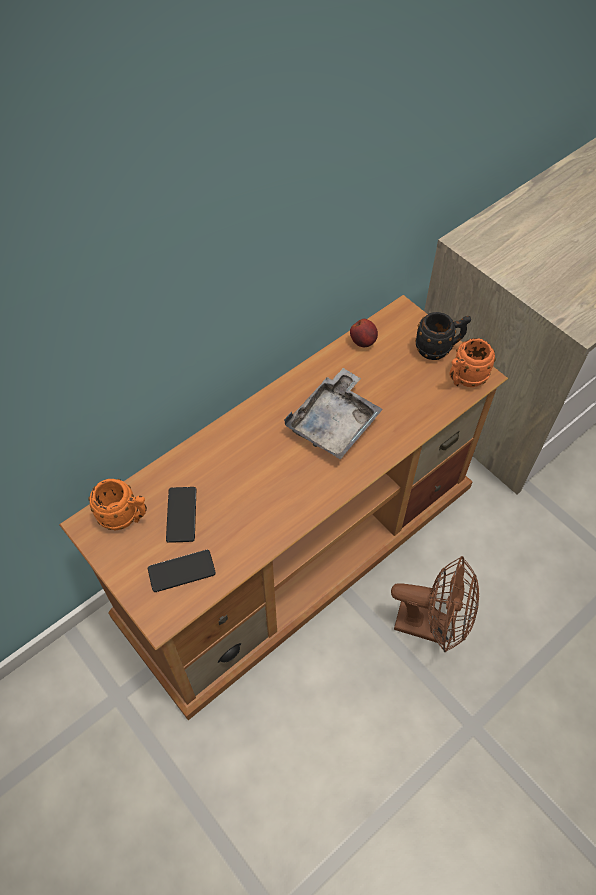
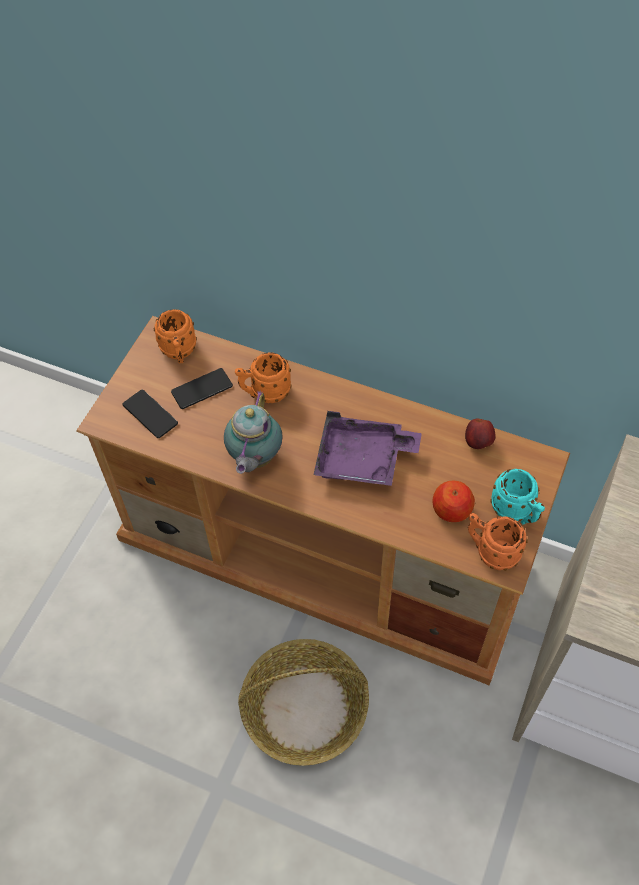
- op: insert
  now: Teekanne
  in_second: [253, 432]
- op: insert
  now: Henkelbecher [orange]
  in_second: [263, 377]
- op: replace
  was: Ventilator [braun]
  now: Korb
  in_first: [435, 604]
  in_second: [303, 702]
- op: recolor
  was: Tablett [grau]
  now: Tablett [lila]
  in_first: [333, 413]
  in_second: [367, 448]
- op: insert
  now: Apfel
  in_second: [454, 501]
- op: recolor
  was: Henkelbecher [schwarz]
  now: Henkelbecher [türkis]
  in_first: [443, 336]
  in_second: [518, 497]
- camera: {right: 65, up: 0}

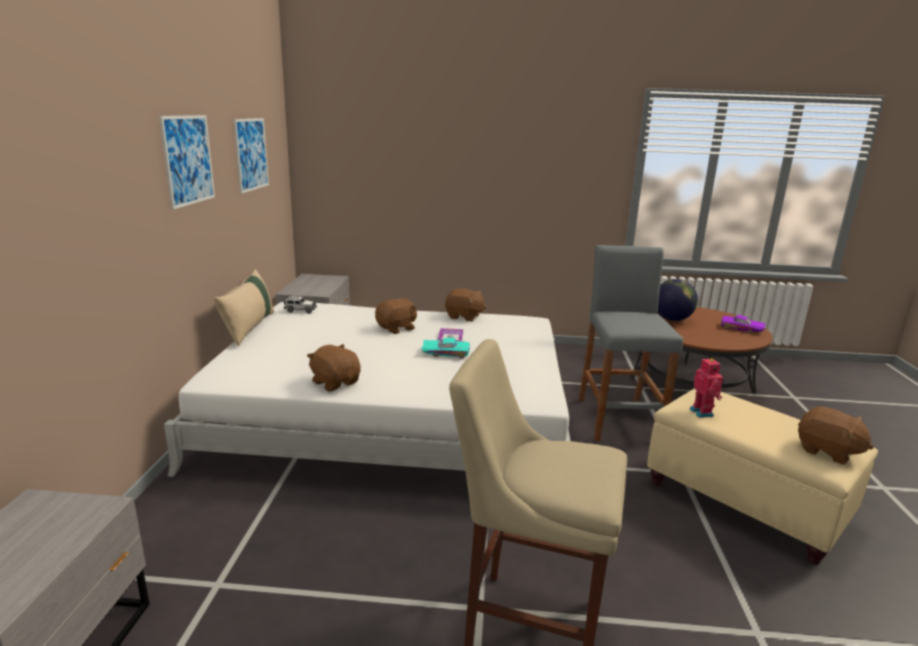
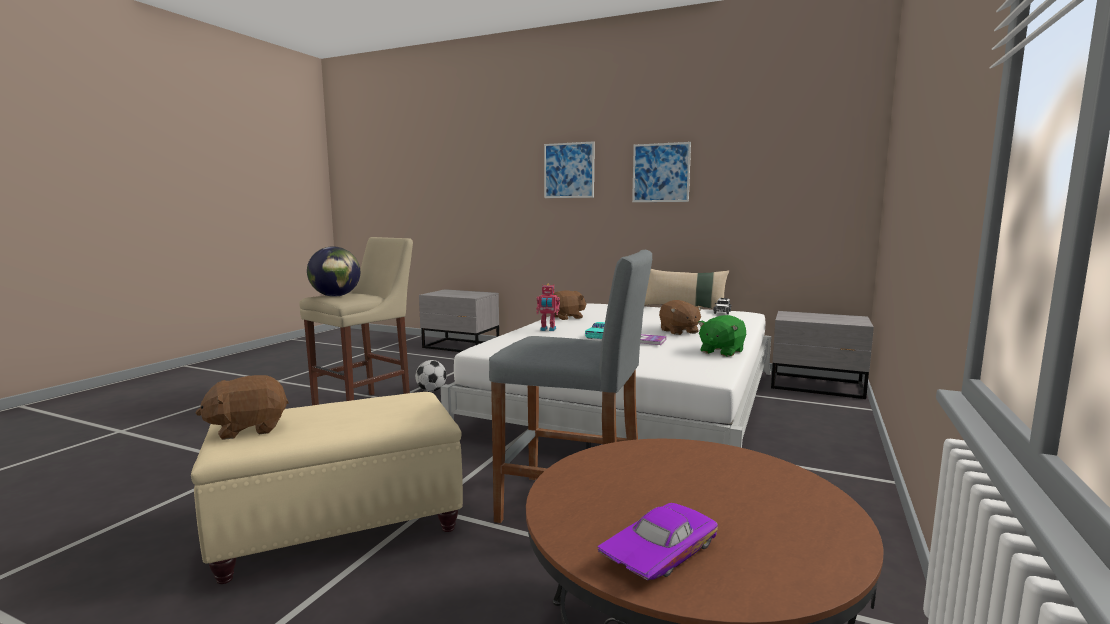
- op: move
  was: Globus
  in_first: [678, 300]
  in_second: [333, 271]
- op: insert
  now: Fußball
  in_second: [431, 375]
- op: move
  was: Spielzeugroboter
  in_first: [707, 387]
  in_second: [548, 307]
- op: move
  was: Bild
  in_first: [251, 156]
  in_second: [569, 169]
- op: recolor
  was: Plüschtier [braun]
  now: Plüschtier [grün]
  in_first: [465, 304]
  in_second: [722, 336]
- camera: {right: 110, up: -10}

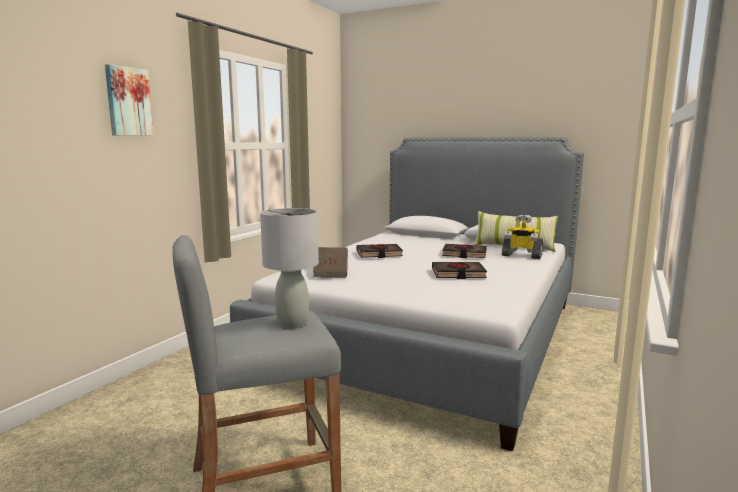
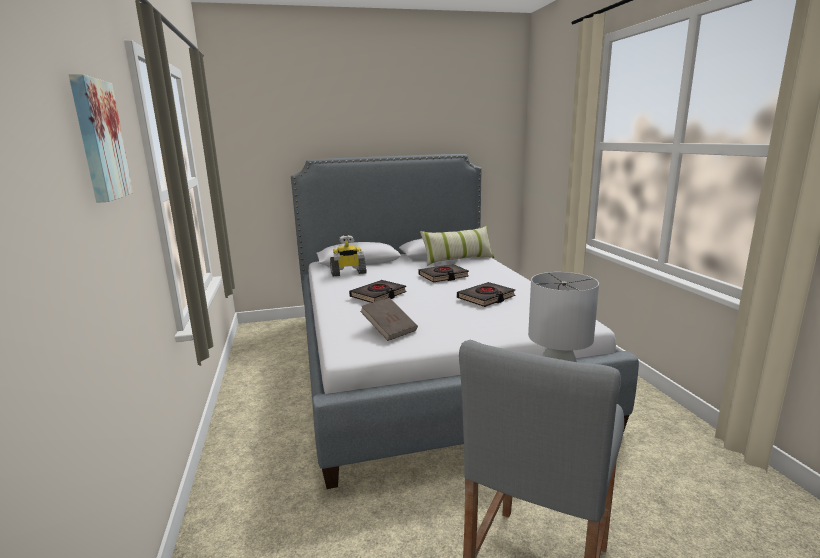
- op: move
  was: Spielzeugroboter
  in_first: [522, 237]
  in_second: [348, 255]
- camera: {right: -40, up: 5}

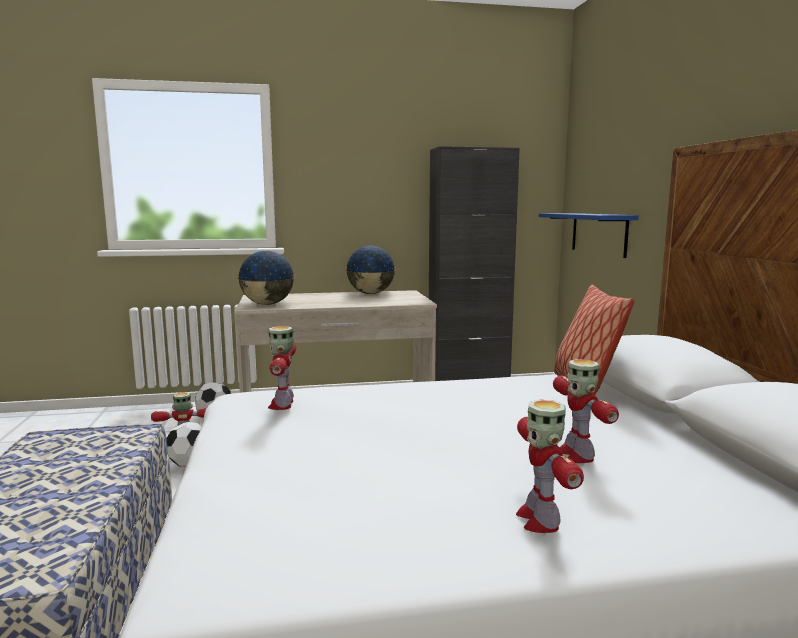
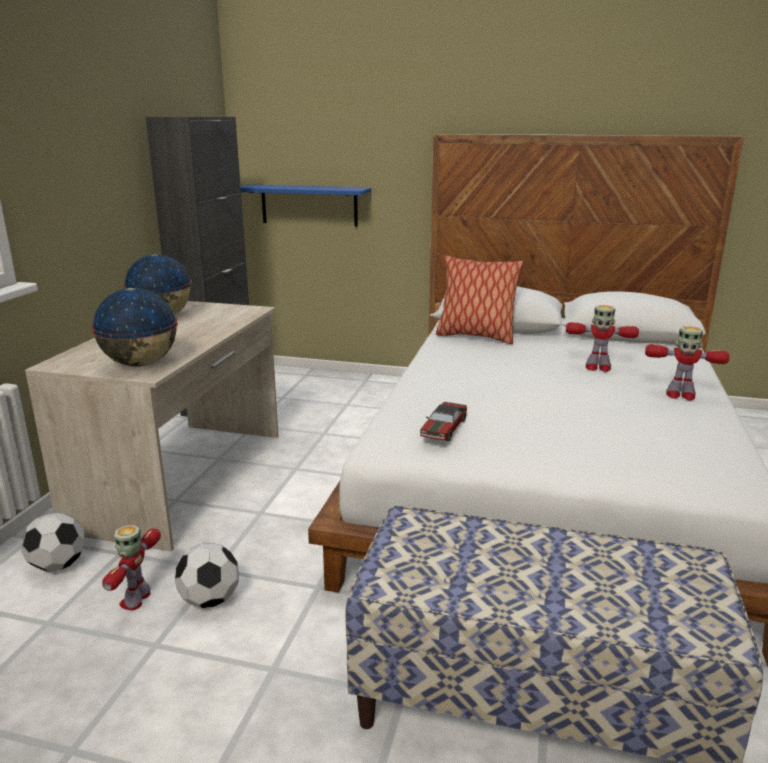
- op: replace
  was: Spielzeugroboter
  now: Spielzeugauto
  in_first: [282, 368]
  in_second: [443, 421]
- camera: {right: -65, up: 10}

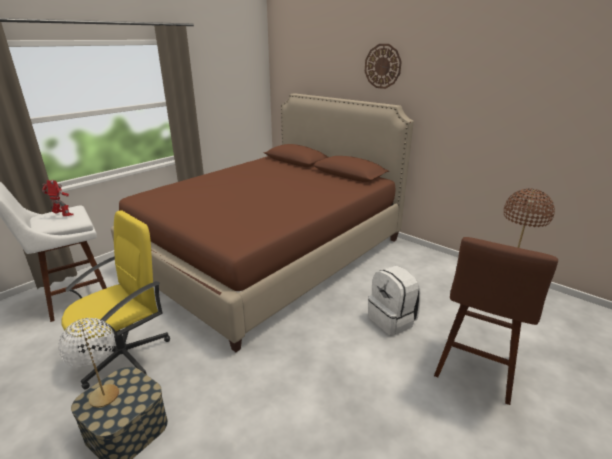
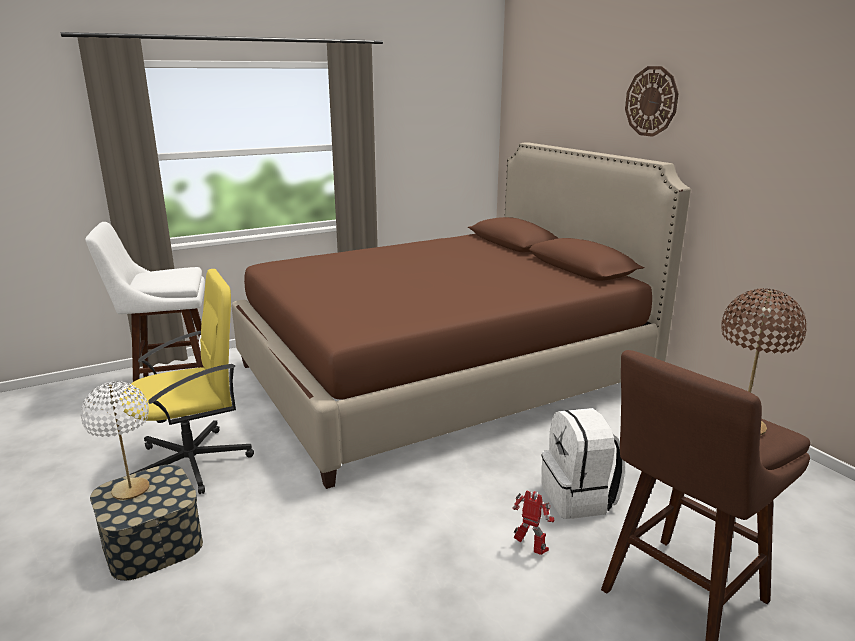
- op: move
  was: Spielzeugroboter
  in_first: [57, 198]
  in_second: [533, 523]
- camera: {right: 20, up: -5}

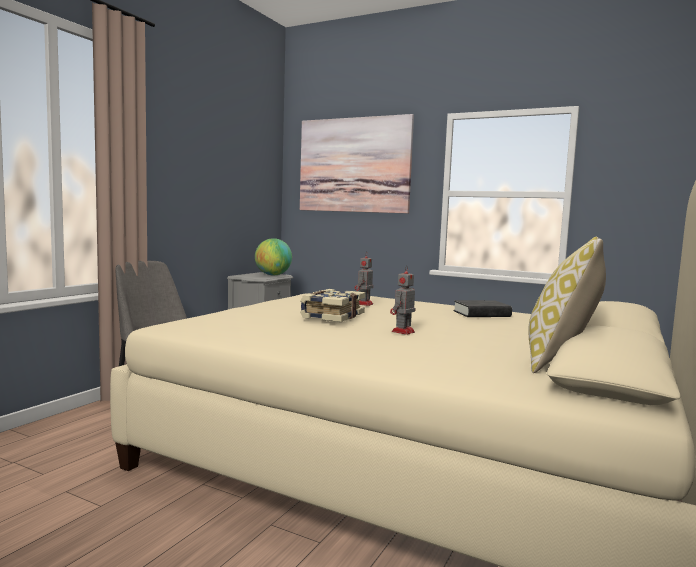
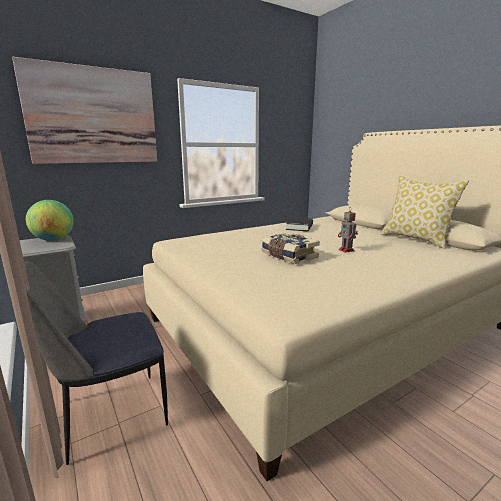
- op: delete
  was: Spielzeugroboter
  in_first: [364, 278]
- camera: {right: -60, up: 10}

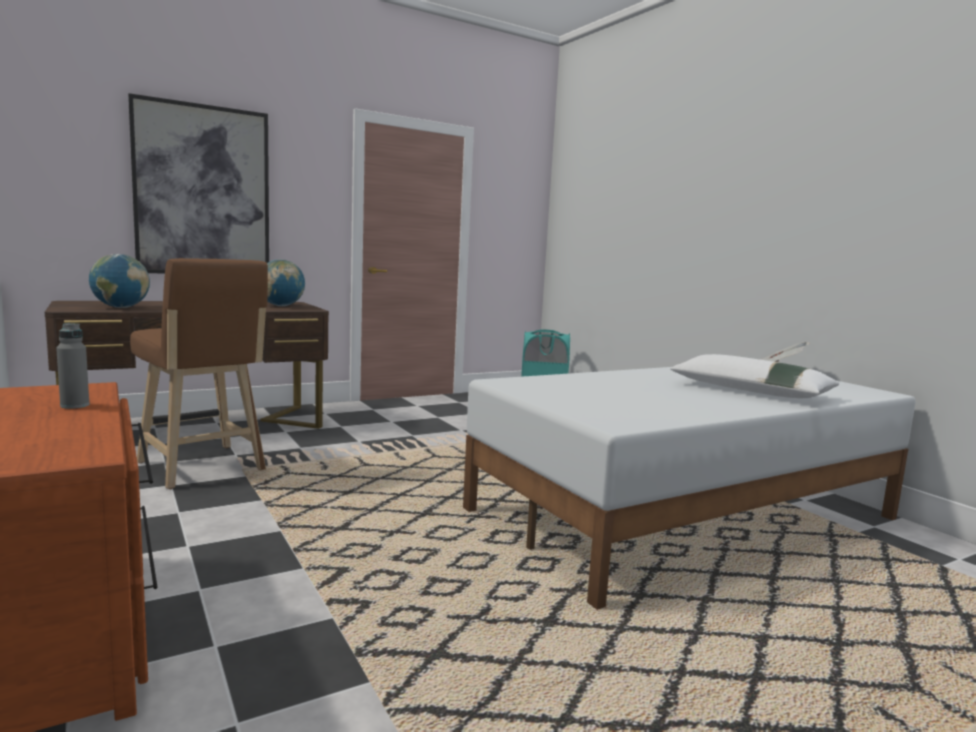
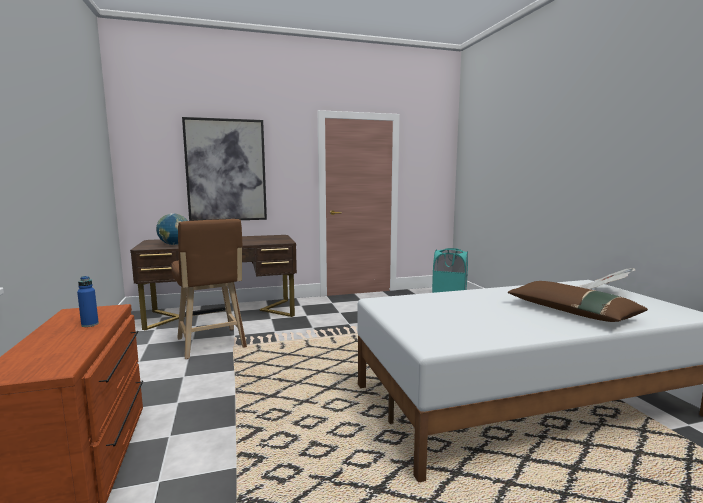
- op: recolor
  was: Flasche [grau]
  now: Flasche [blau]
  in_first: [72, 366]
  in_second: [88, 301]
- op: recolor
  was: Kissen [weiß]
  now: Kissen [braun]
  in_first: [754, 376]
  in_second: [578, 301]
- op: delete
  was: Globus
  in_first: [286, 282]
- camera: {right: 15, up: 0}

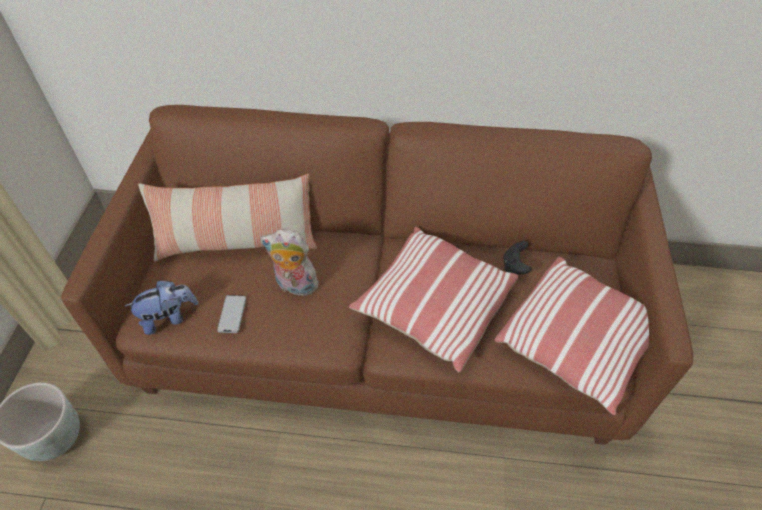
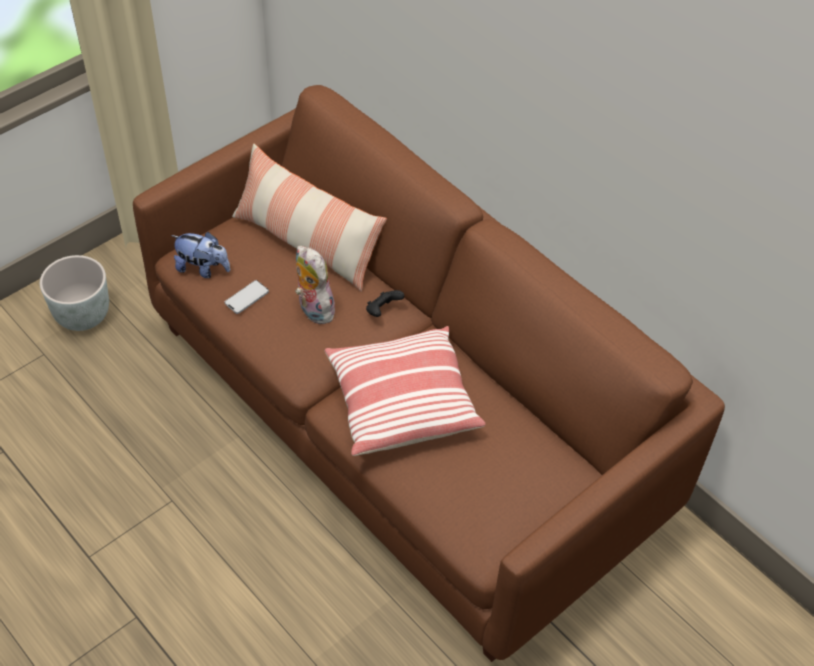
- op: move
  was: Gamepad [schwarz]
  in_first: [517, 258]
  in_second: [385, 303]
- op: delete
  was: Kissen
  in_first: [572, 336]
- camera: {right: 40, up: 0}

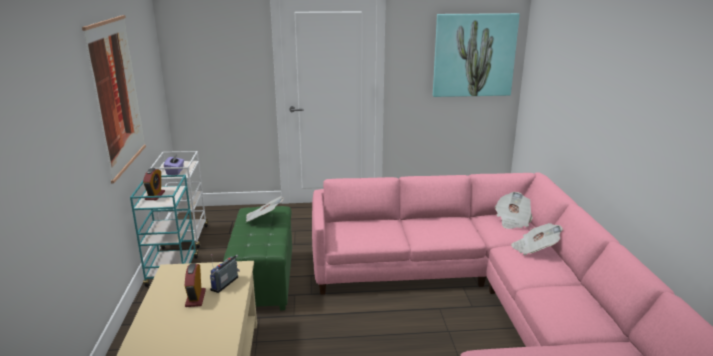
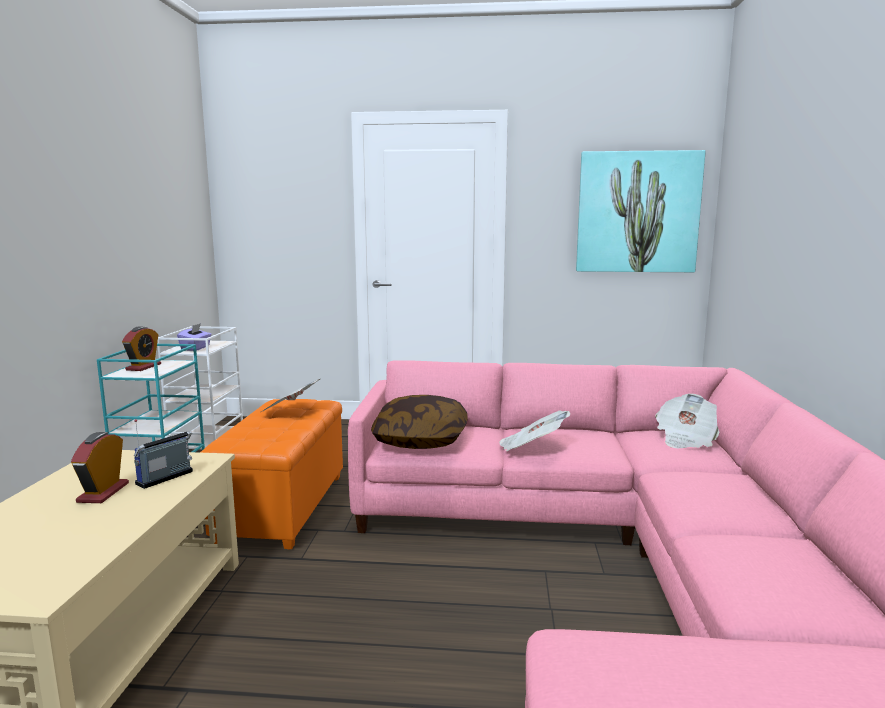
- op: recolor
  was: Polsterhocker [grün]
  now: Polsterhocker [orange]
  in_first: [257, 258]
  in_second: [271, 474]
- op: insert
  now: Kissen
  in_second: [419, 422]
- op: move
  was: Zeitung
  in_first: [537, 239]
  in_second: [534, 430]
- op: delete
  was: Bild
  in_first: [114, 99]
- camera: {right: 10, up: -10}

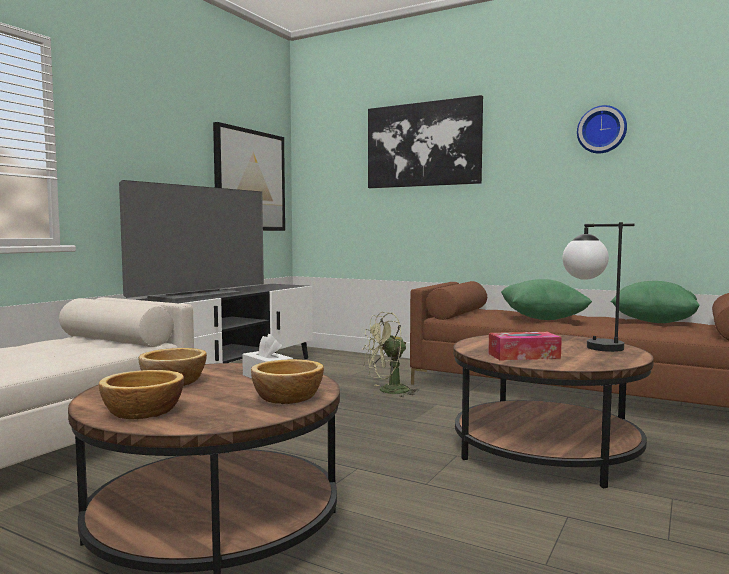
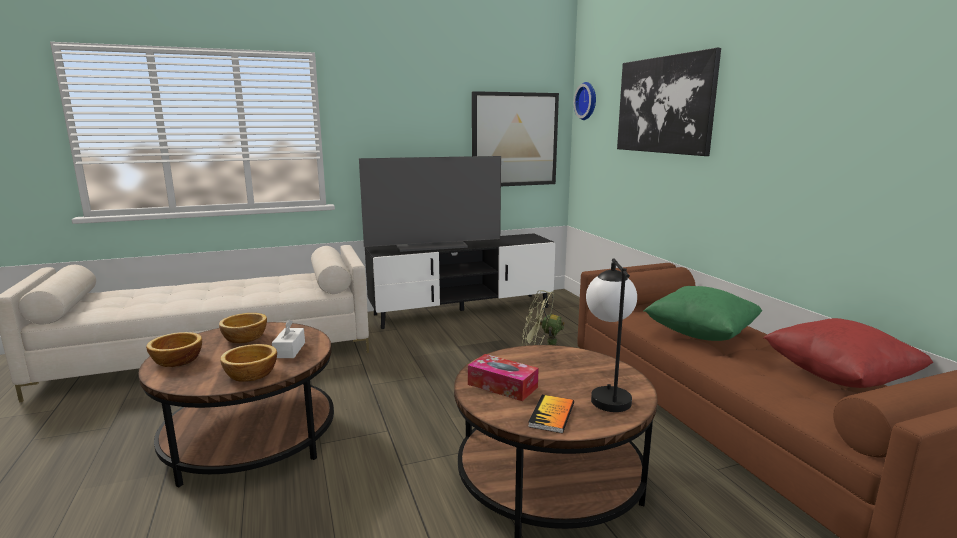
- op: insert
  now: Buch
  in_second: [551, 414]
- op: move
  was: Wanduhr
  in_first: [602, 129]
  in_second: [585, 101]
- op: recolor
  was: Kissen [grün]
  now: Kissen [rot]
  in_first: [655, 302]
  in_second: [848, 353]
- camera: {right: 40, up: 10}

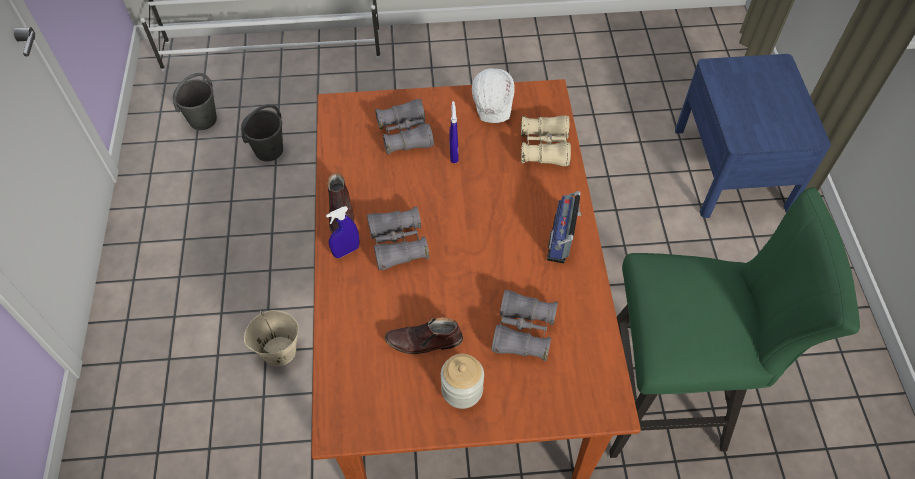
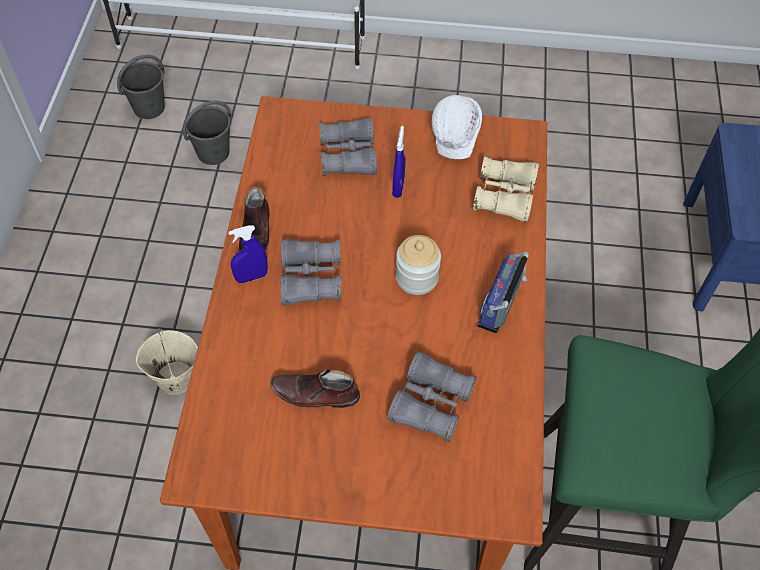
- op: move
  was: Vorratsglas
  in_first: [462, 381]
  in_second: [418, 265]
- camera: {right: 10, up: 0}

